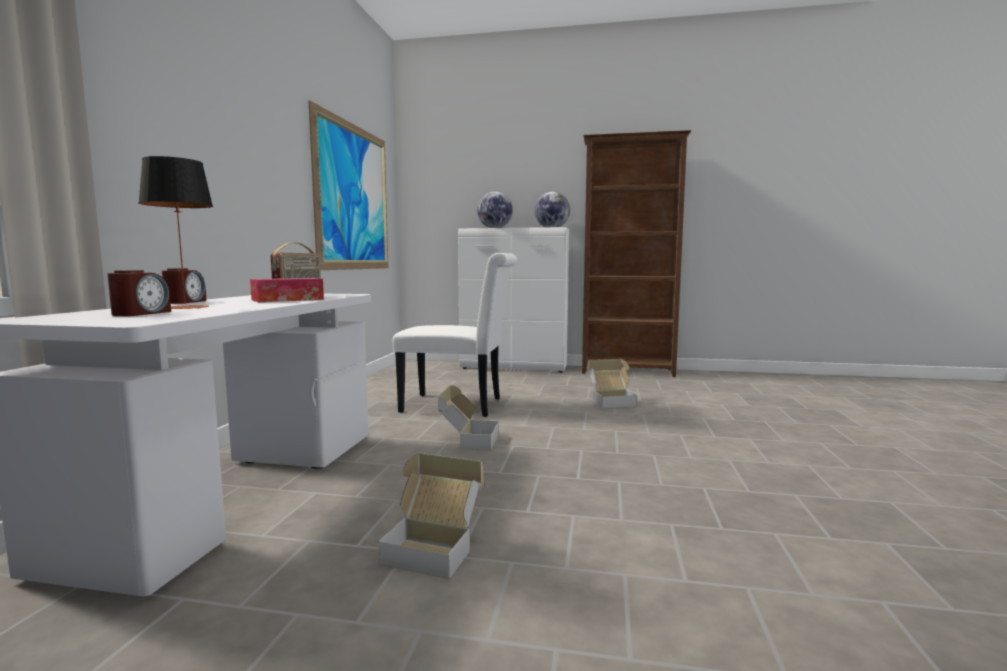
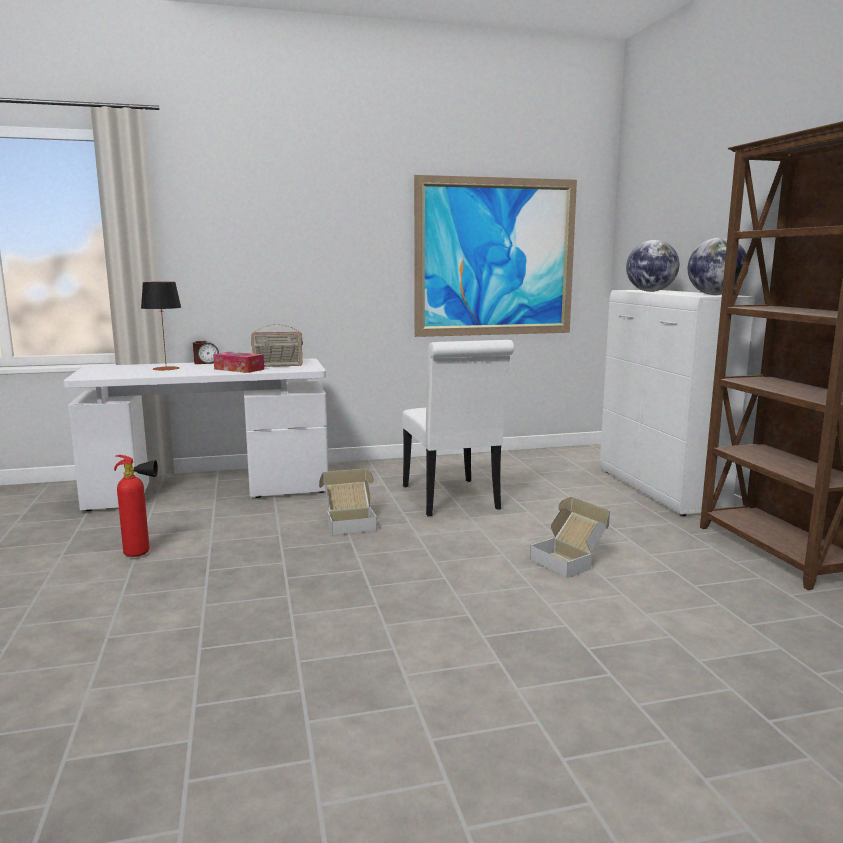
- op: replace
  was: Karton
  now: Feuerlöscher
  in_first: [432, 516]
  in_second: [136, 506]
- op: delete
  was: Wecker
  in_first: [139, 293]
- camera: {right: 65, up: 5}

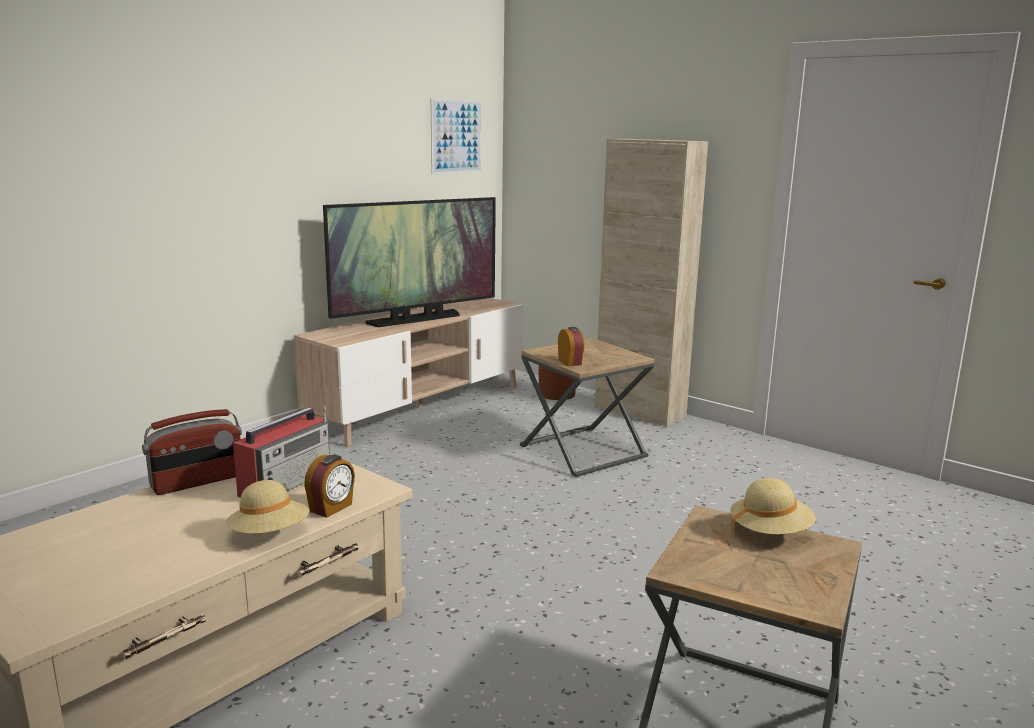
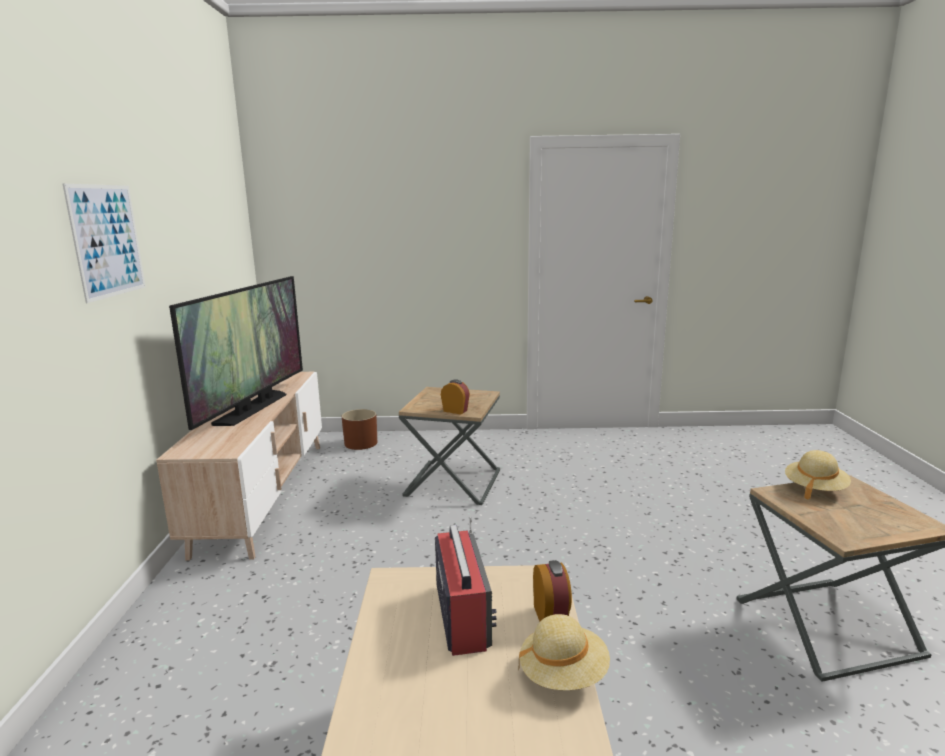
- op: move
  was: Bild
  in_first: [456, 136]
  in_second: [104, 243]
- op: delete
  was: Radio
  in_first: [192, 452]
- op: delete
  was: Schrank [beige]
  in_first: [651, 283]
- camera: {right: -40, up: 0}

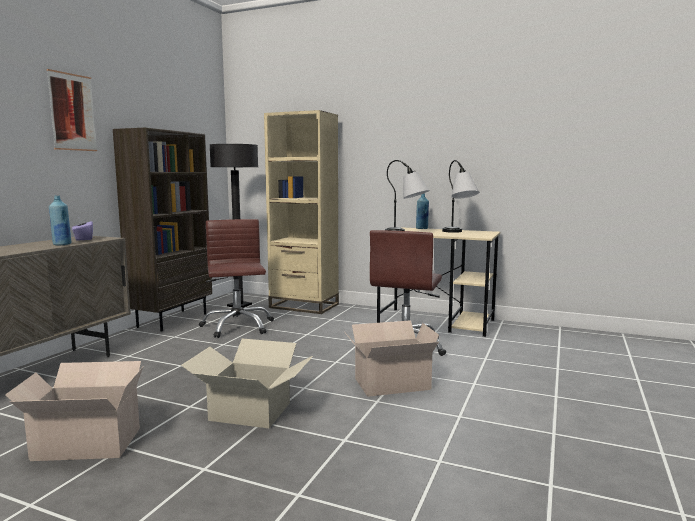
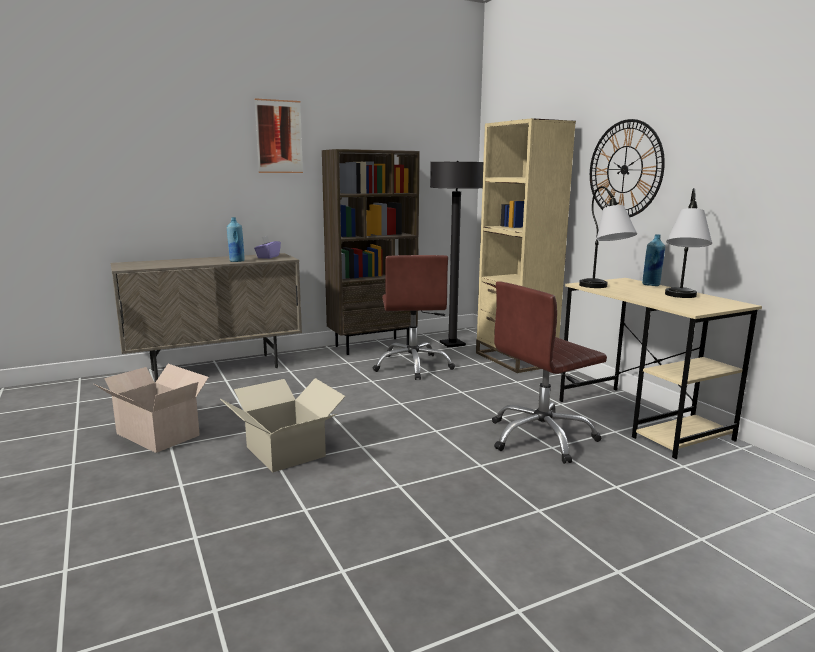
- op: rotate
  was: Bürostuhl [braun]
  in_first: [236, 278]
  in_second: [414, 317]
  clockwise: 150
- op: insert
  now: Wanduhr
  in_second: [627, 168]
- op: delete
  was: Karton
  in_first: [392, 358]
- camera: {right: 40, up: 5}

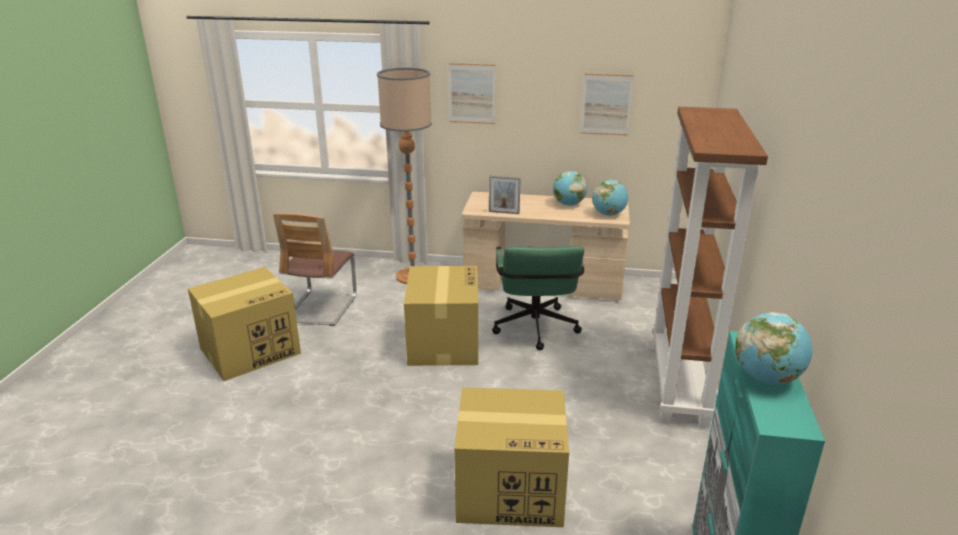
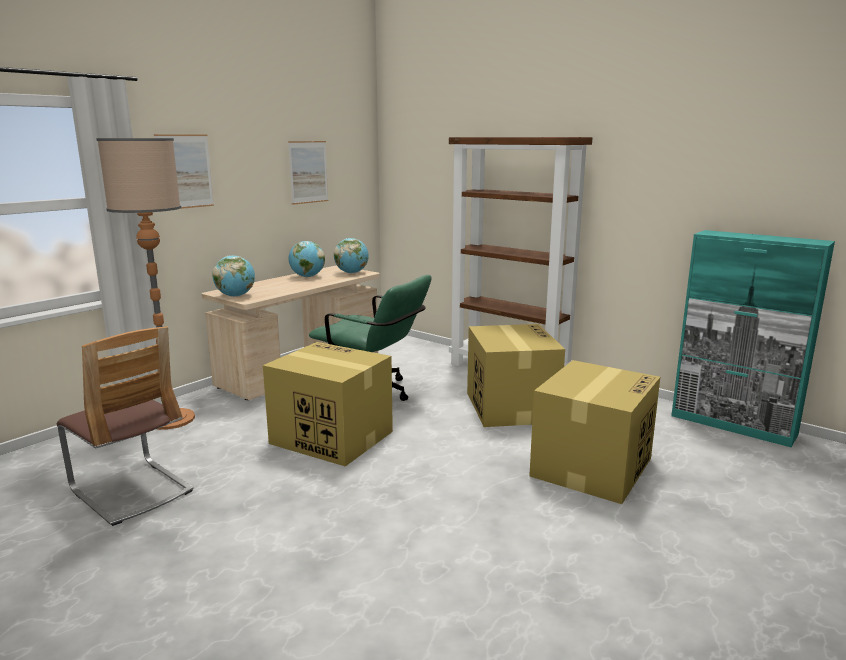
- op: move
  was: Globus
  in_first: [774, 348]
  in_second: [233, 276]
- op: move
  was: Karton
  in_first: [244, 324]
  in_second: [516, 375]
- op: delete
  was: Bilderrahmen
  in_first: [505, 194]
- camera: {right: -60, up: -10}

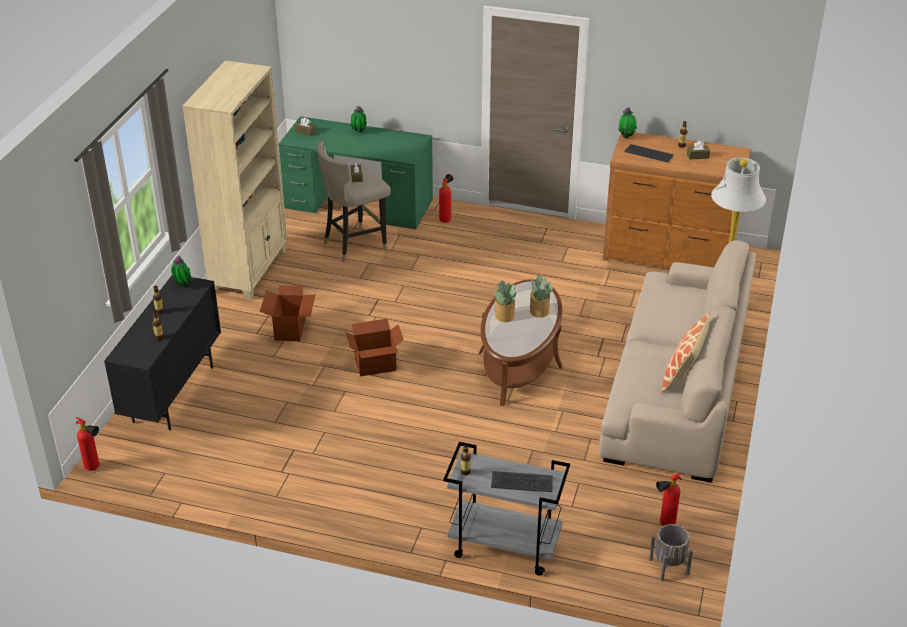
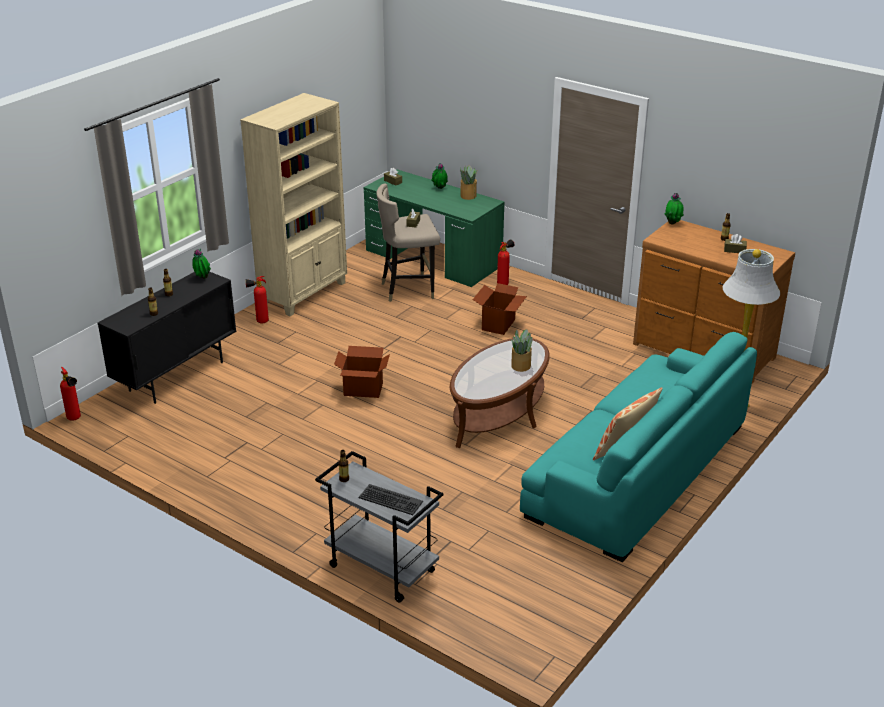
- op: move
  was: Feuerlöscher
  in_first: [668, 499]
  in_second: [257, 299]
- op: move
  was: Topfpflanze
  in_first: [504, 301]
  in_second: [469, 182]
- op: move
  was: Karton
  in_first: [288, 313]
  in_second: [499, 309]
- op: recolor
  was: Sofa [beige]
  now: Sofa [türkis]
  in_first: [677, 361]
  in_second: [638, 447]
- op: delete
  was: Tastatur
  in_first: [649, 153]
- op: delete
  was: Pflanzkübel [grau]
  in_first: [671, 552]
- camera: {right: 20, up: -5}

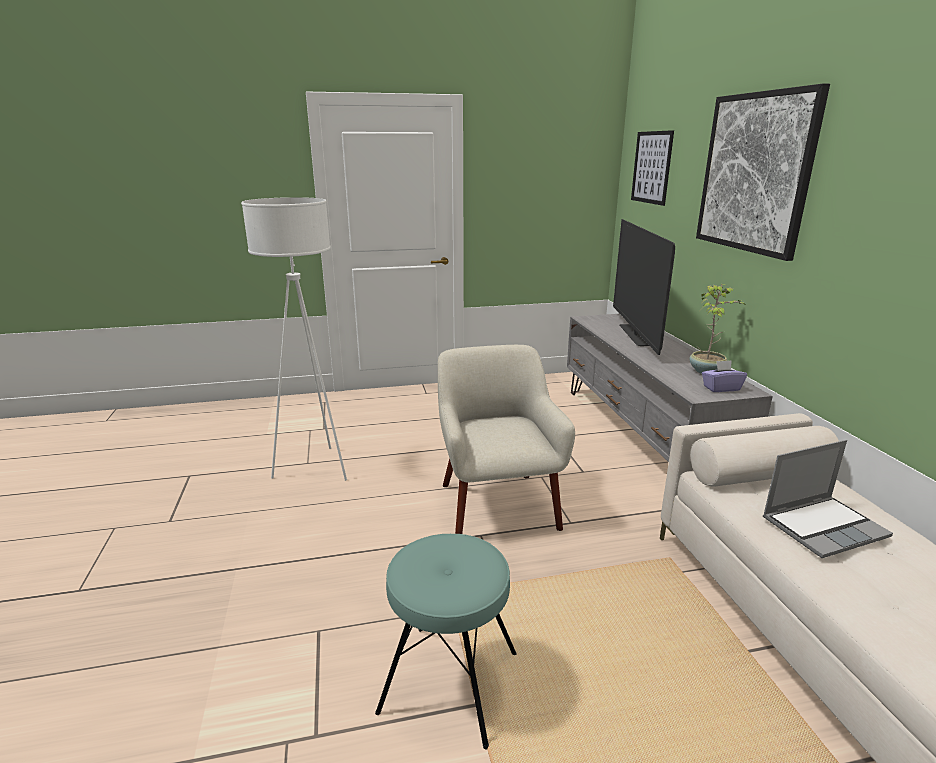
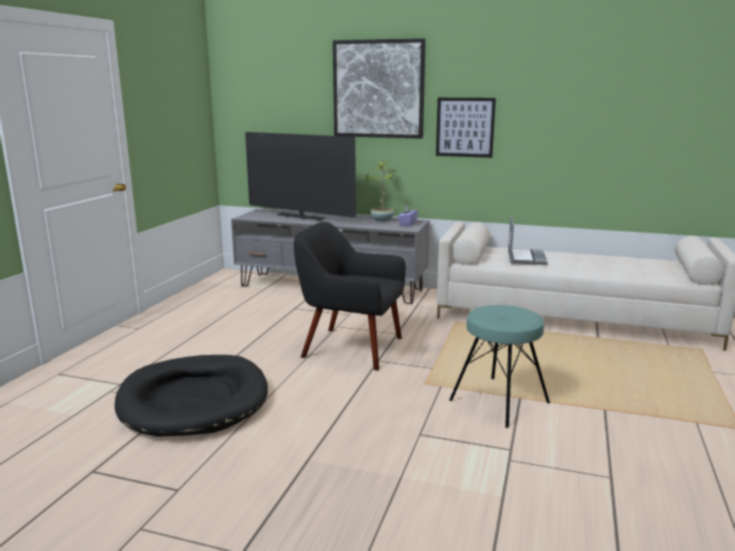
- op: replace
  was: Stehlampe [weiß]
  now: Hundebett [schwarz]
  in_first: [294, 339]
  in_second: [191, 396]
- op: recolor
  was: Sessel [beige]
  now: Sessel [schwarz]
  in_first: [506, 439]
  in_second: [350, 296]
- op: move
  was: Bild
  in_first: [652, 168]
  in_second: [466, 128]
- camera: {right: -60, up: -5}

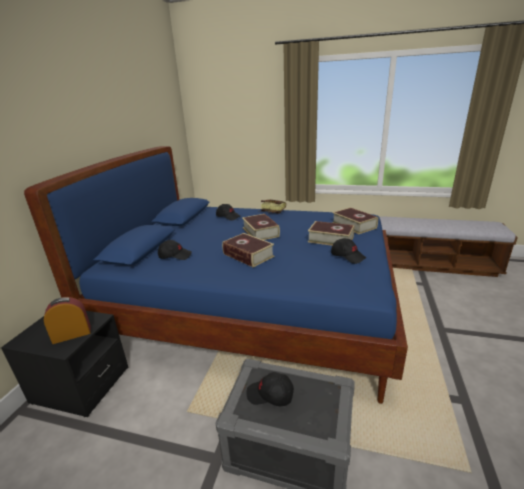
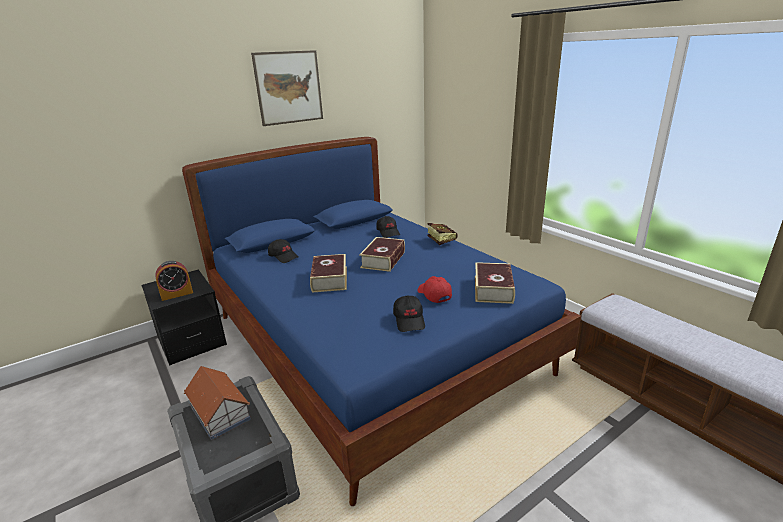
- op: rotate
  was: Wecker
  in_first: [67, 320]
  in_second: [174, 281]
  clockwise: 135
- op: replace
  was: Kappe [schwarz]
  now: Spielzeughaus
  in_first: [270, 389]
  in_second: [217, 403]
- op: insert
  now: Bild
  in_second: [287, 88]
- op: replace
  was: Buch
  now: Kappe [rot]
  in_first: [331, 233]
  in_second: [434, 289]
- camera: {right: 40, up: 0}

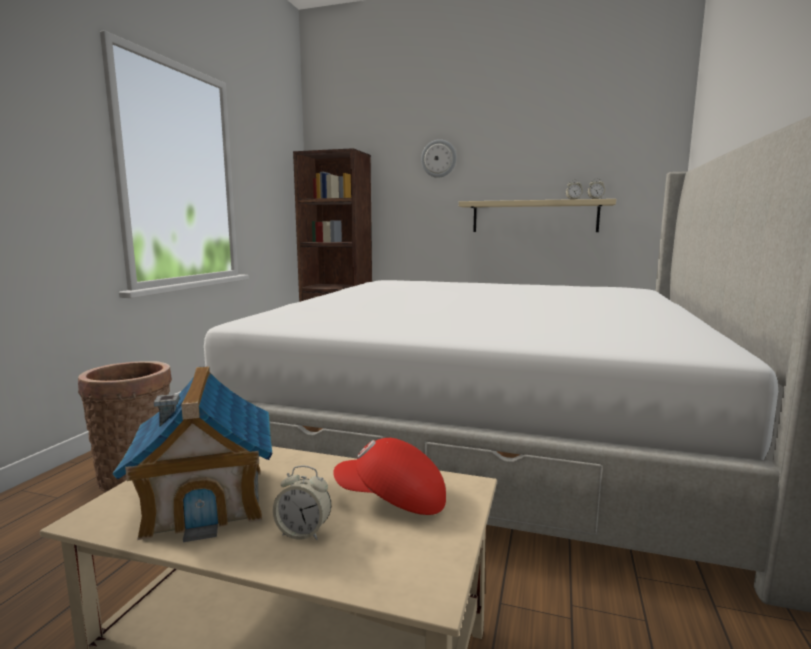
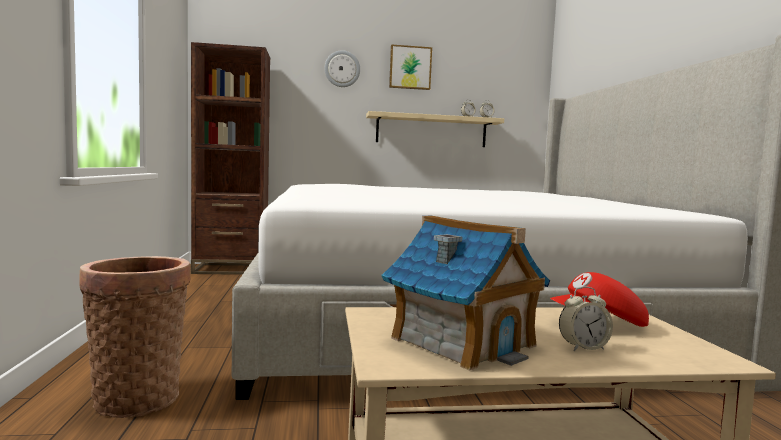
- op: insert
  now: Bild
  in_second: [410, 67]
- camera: {right: -25, up: -5}

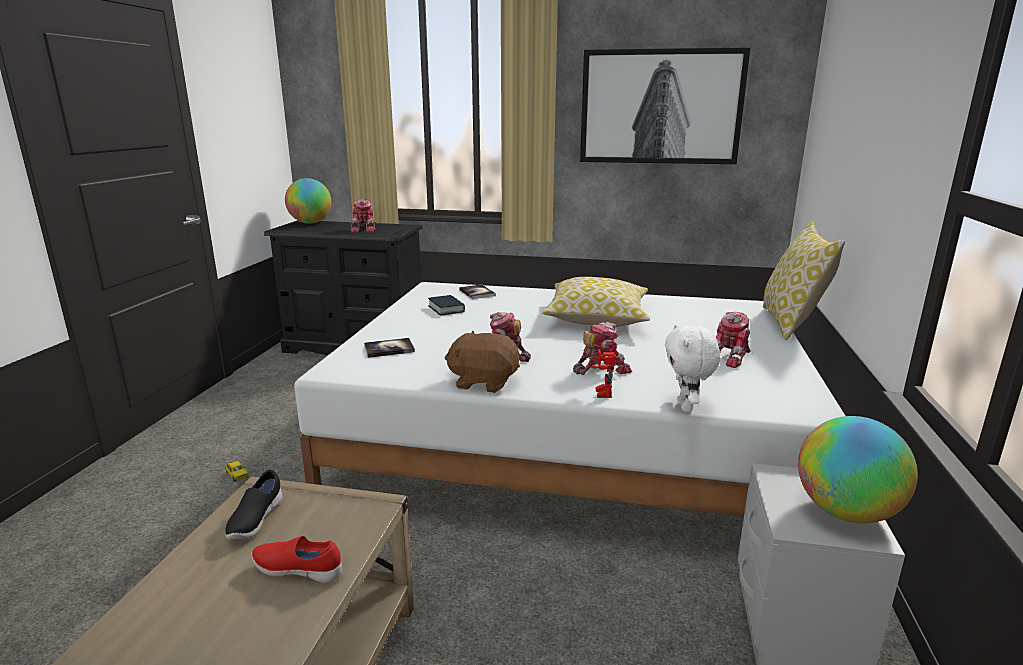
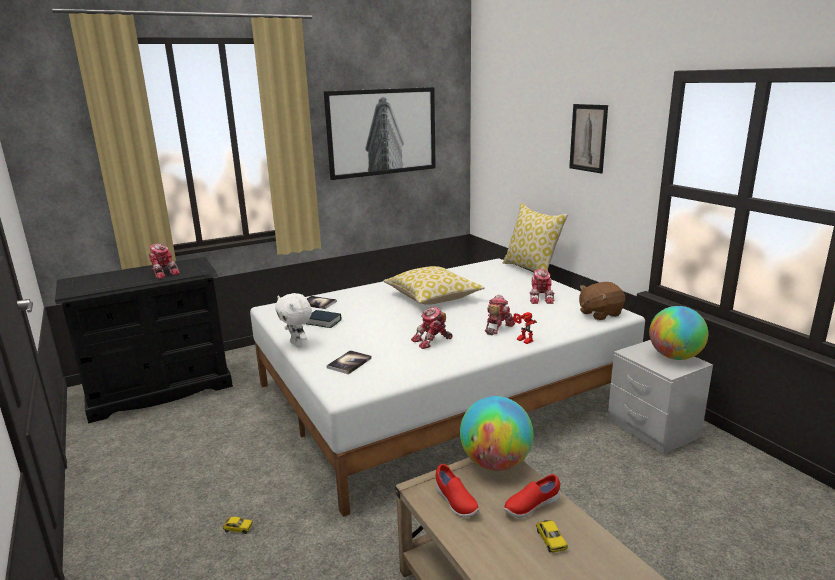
- op: move
  was: Plüschtier [weiß]
  in_first: [692, 368]
  in_second: [293, 320]
- op: recolor
  was: Schuh [schwarz]
  now: Schuh [rot]
  in_first: [254, 505]
  in_second: [457, 490]
- op: move
  was: Globus
  in_first: [308, 201]
  in_second: [496, 433]
- op: insert
  now: Spielzeugauto
  in_second: [552, 536]
- op: insert
  now: Bild
  in_second: [588, 138]
- op: move
  was: Plüschtier [braun]
  in_first: [482, 362]
  in_second: [602, 301]
- camera: {right: -40, up: 0}

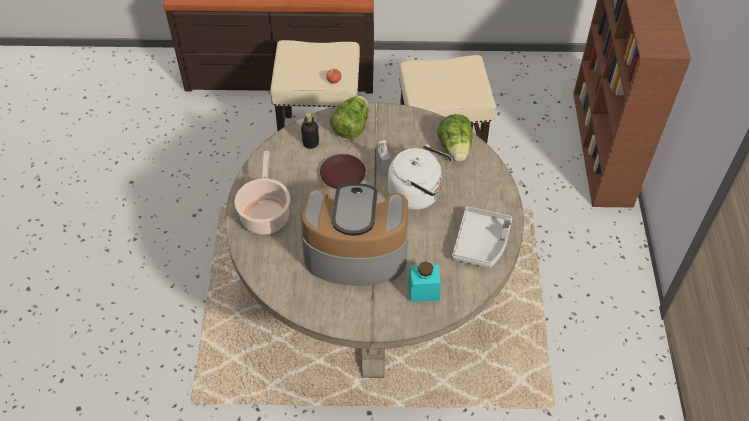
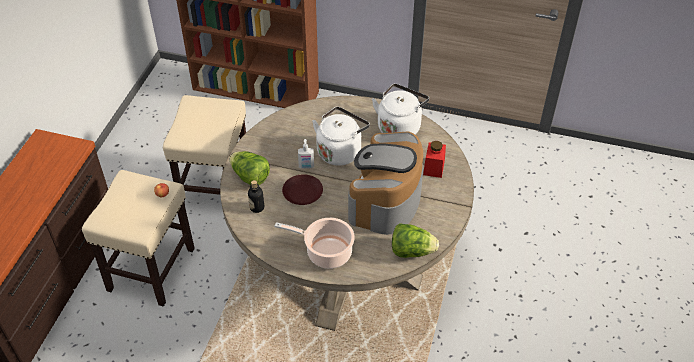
- op: replace
  was: Tablett [grau]
  now: Wasserkessel [weiß]
  in_first: [482, 237]
  in_second: [400, 109]
- op: move
  was: Salatkopf
  in_first: [455, 138]
  in_second: [415, 240]
- op: recolor
  was: Vorratsglas [türkis]
  now: Vorratsglas [rot]
  in_first: [424, 281]
  in_second: [434, 159]
- camera: {right: -75, up: -5}

